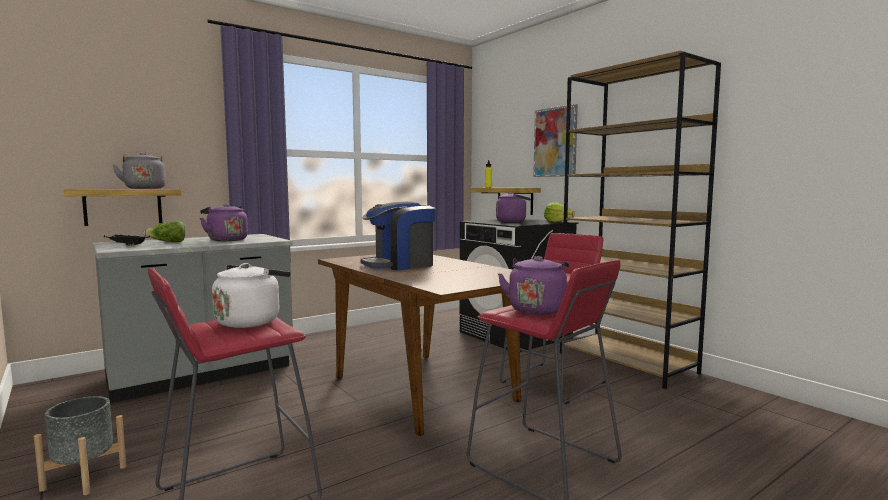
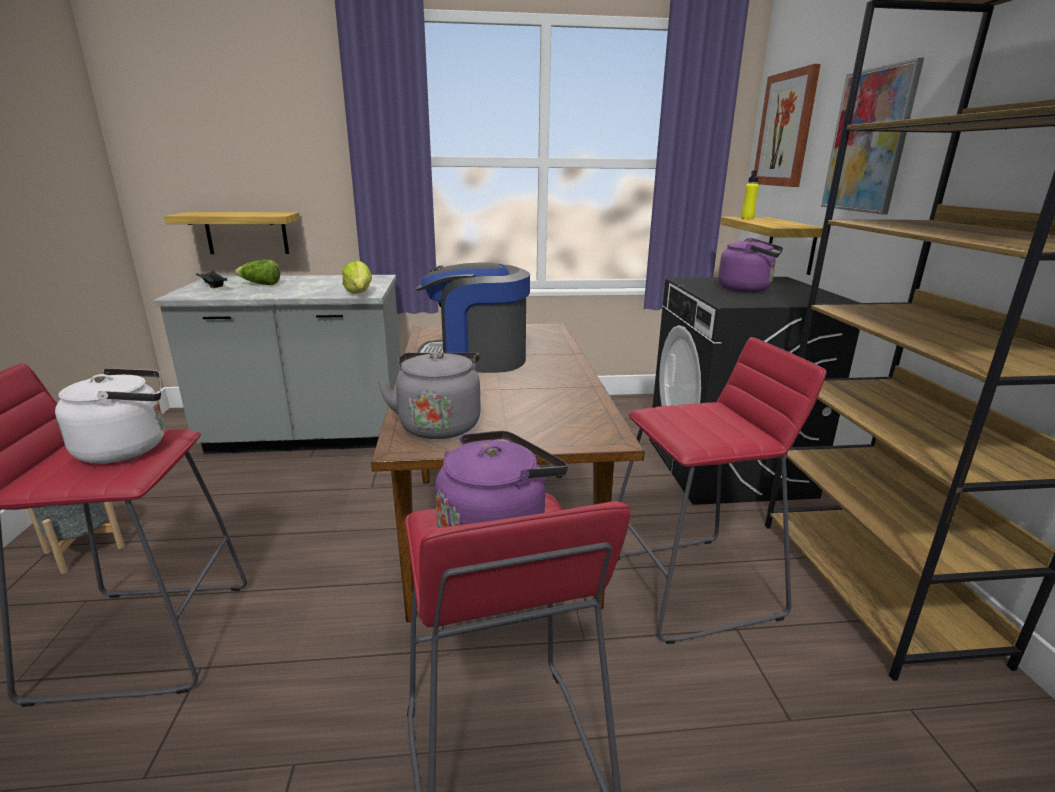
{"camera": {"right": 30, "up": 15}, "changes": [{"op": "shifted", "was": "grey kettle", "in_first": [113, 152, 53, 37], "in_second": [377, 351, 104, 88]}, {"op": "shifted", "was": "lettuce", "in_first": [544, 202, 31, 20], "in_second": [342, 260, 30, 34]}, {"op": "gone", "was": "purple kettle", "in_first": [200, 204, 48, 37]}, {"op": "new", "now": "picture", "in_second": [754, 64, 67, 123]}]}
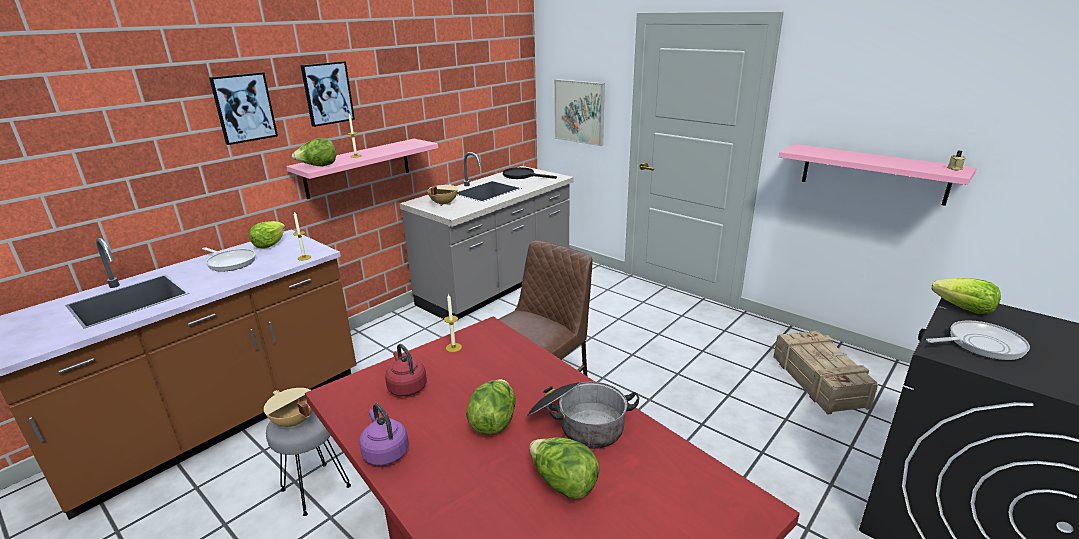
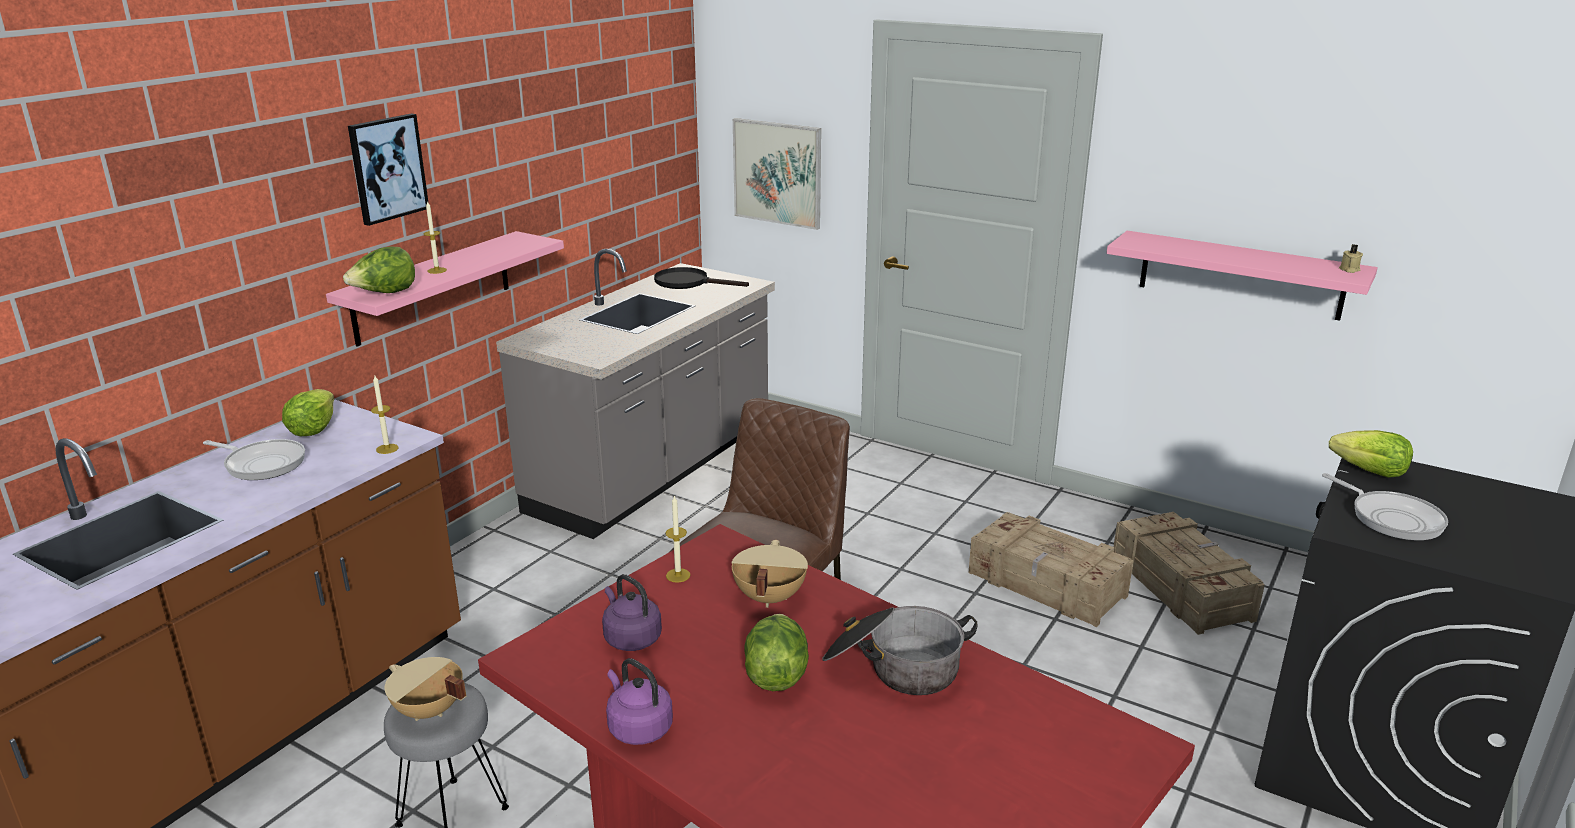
{"camera": {"right": -10, "up": 0}, "changes": [{"op": "gone", "was": "picture", "in_first": [209, 72, 69, 73]}, {"op": "shifted", "was": "beige cooking pot", "in_first": [427, 184, 31, 22], "in_second": [731, 540, 77, 68]}, {"op": "rotated", "was": "frying pan", "in_first": [926, 320, 104, 40], "in_second": [1322, 473, 126, 68], "clockwise": 75}, {"op": "repainted", "was": "red kettle", "now": "purple kettle", "in_first": [385, 344, 42, 52], "in_second": [602, 574, 60, 77]}, {"op": "gone", "was": "lettuce", "in_first": [529, 437, 71, 62]}, {"op": "new", "now": "crate", "in_second": [968, 512, 165, 115]}]}
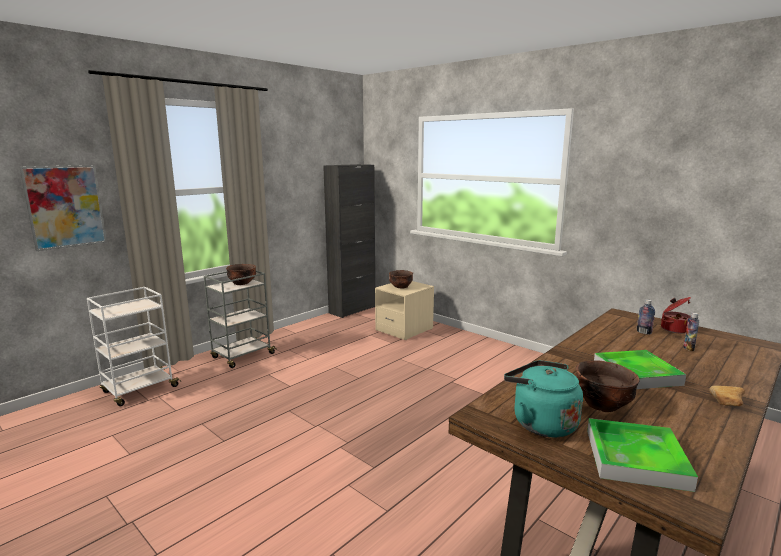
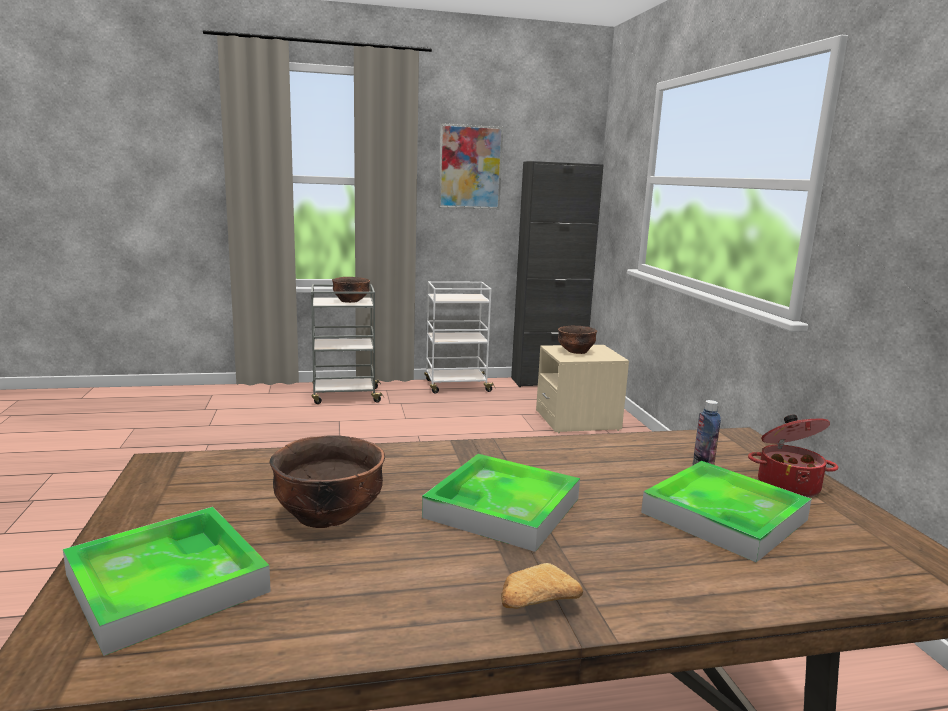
{"camera": {"right": 35, "up": 0}, "changes": [{"op": "shifted", "was": "picture", "in_first": [19, 165, 88, 86], "in_second": [439, 123, 64, 86]}, {"op": "shifted", "was": "white cart", "in_first": [87, 287, 94, 119], "in_second": [424, 281, 71, 112]}, {"op": "swapped", "was": "bottle", "now": "tray", "in_first": [683, 312, 16, 39], "in_second": [641, 461, 171, 101]}, {"op": "gone", "was": "turquoise kettle", "in_first": [504, 360, 79, 78]}]}
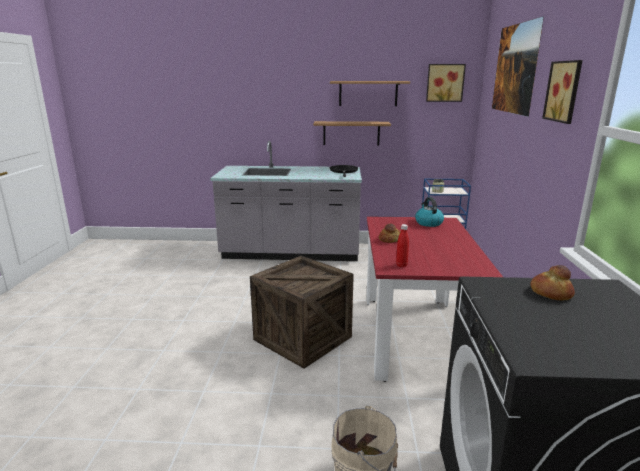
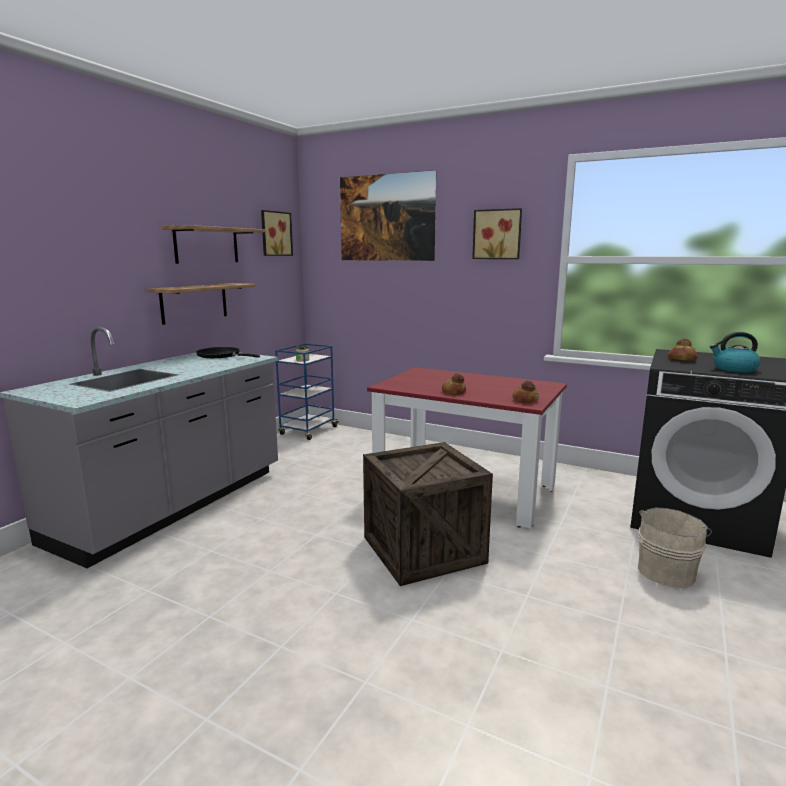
{"camera": {"right": -65, "up": -5}, "changes": [{"op": "shifted", "was": "kettle", "in_first": [415, 197, 29, 30], "in_second": [710, 332, 50, 41]}, {"op": "swapped", "was": "red bottle", "now": "bread", "in_first": [396, 224, 13, 43], "in_second": [512, 380, 27, 23]}]}
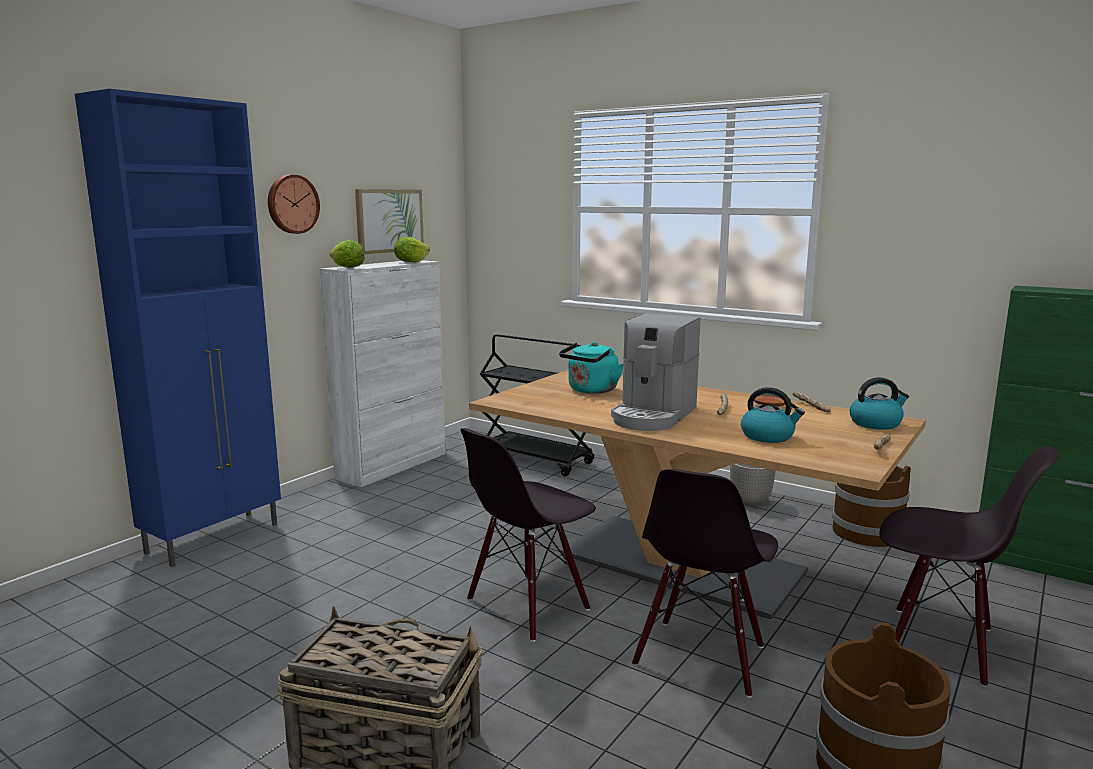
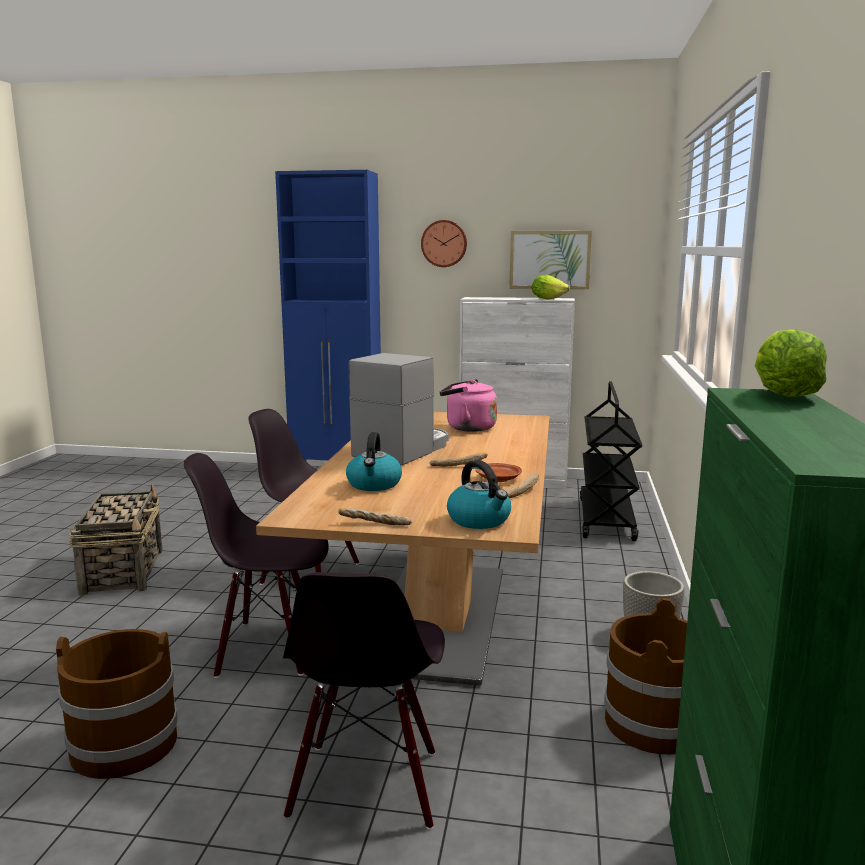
{"camera": {"right": 65, "up": 0}, "changes": [{"op": "shifted", "was": "lettuce", "in_first": [330, 240, 35, 28], "in_second": [755, 329, 72, 68]}, {"op": "rotated", "was": "coffee machine", "in_first": [611, 313, 89, 118], "in_second": [349, 353, 100, 112], "clockwise": 120}, {"op": "repainted", "was": "turquoise kettle", "now": "pink kettle", "in_first": [559, 342, 64, 52], "in_second": [440, 379, 57, 53]}]}
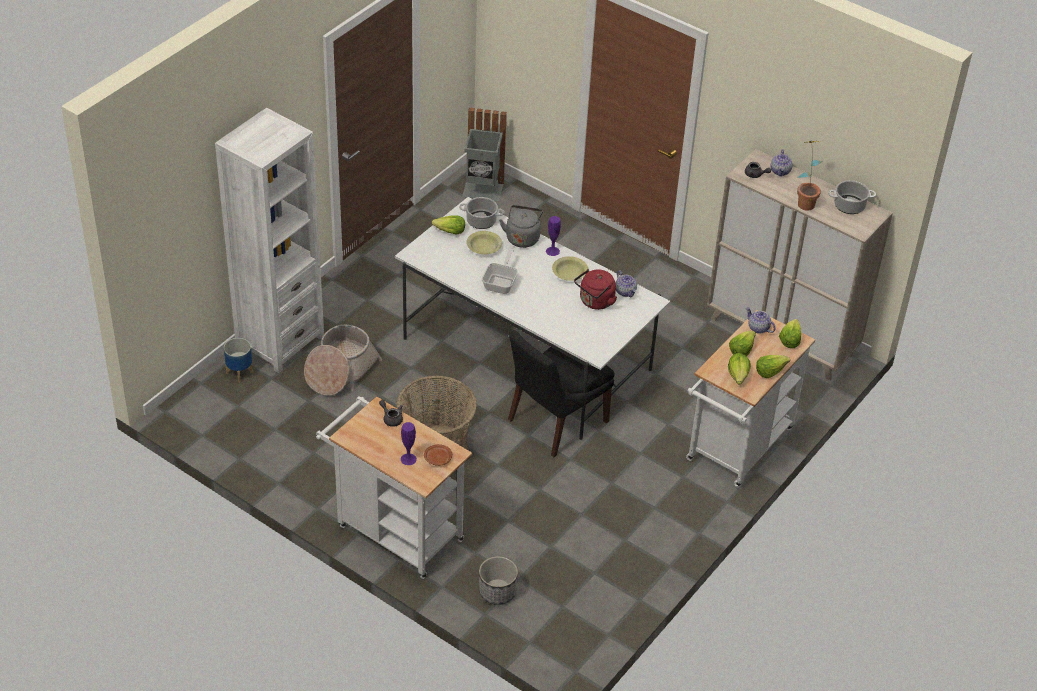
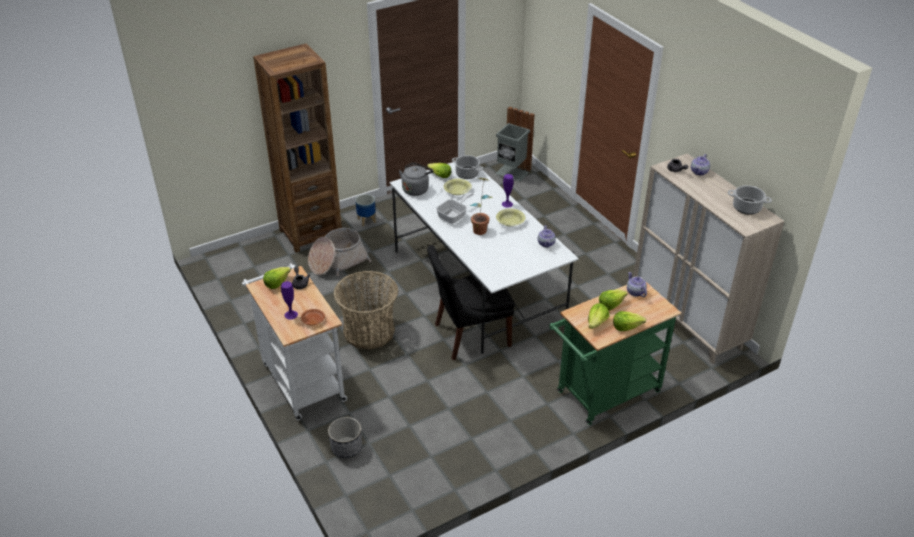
{"camera": {"right": 25, "up": -5}, "changes": [{"op": "repainted", "was": "white bookcase", "now": "brown bookcase", "in_first": [215, 108, 109, 265], "in_second": [253, 44, 89, 209]}, {"op": "shifted", "was": "potted plant", "in_first": [797, 140, 25, 71], "in_second": [469, 178, 24, 57]}, {"op": "shifted", "was": "grey kettle", "in_first": [499, 205, 44, 43], "in_second": [399, 162, 34, 34]}, {"op": "gone", "was": "red kettle", "in_first": [574, 269, 43, 41]}, {"op": "repainted", "was": "white cart", "now": "green cart", "in_first": [686, 310, 129, 178], "in_second": [549, 281, 132, 144]}, {"op": "shifted", "was": "lettuce", "in_first": [779, 319, 22, 29], "in_second": [263, 267, 28, 22]}, {"op": "shifted", "was": "planter", "in_first": [224, 338, 29, 44], "in_second": [355, 194, 21, 32]}]}
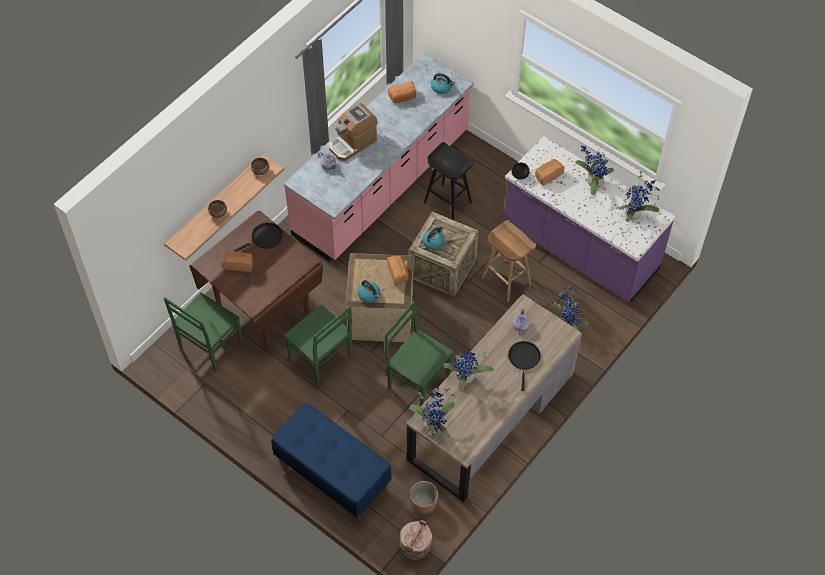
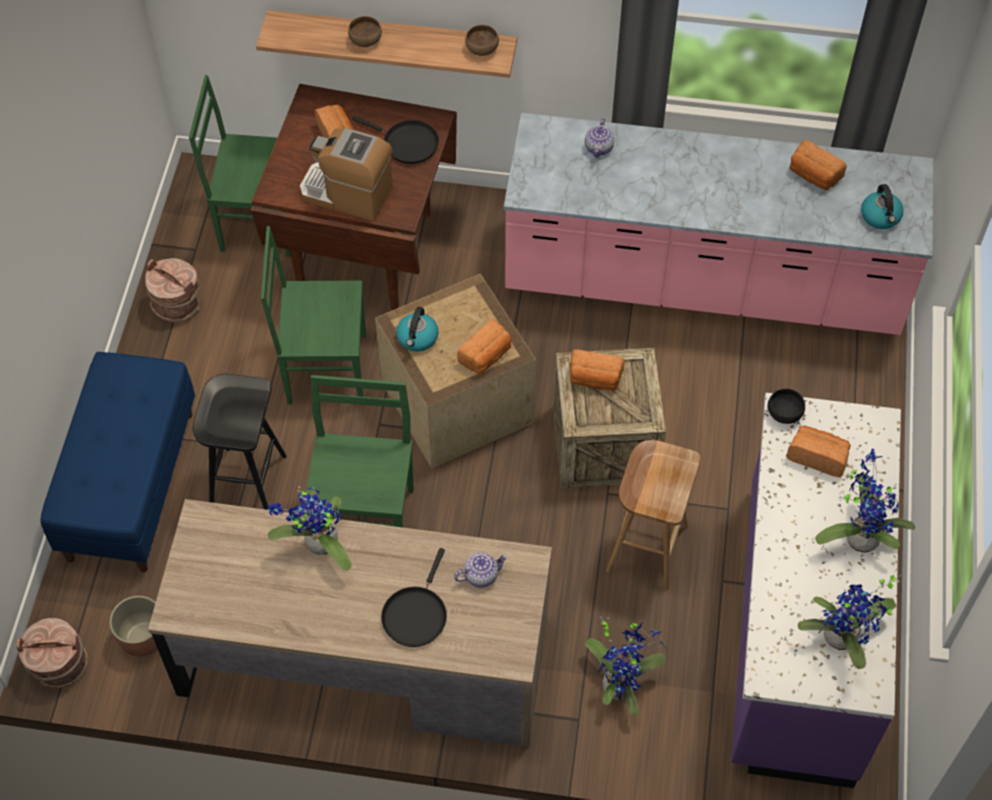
{"camera": {"right": 60, "up": 0}, "changes": [{"op": "shifted", "was": "coffee machine", "in_first": [329, 103, 48, 58], "in_second": [299, 128, 94, 93]}, {"op": "shifted", "was": "black stool", "in_first": [424, 142, 50, 78], "in_second": [193, 374, 94, 136]}, {"op": "swapped", "was": "kettle", "now": "bread", "in_first": [423, 226, 21, 24], "in_second": [570, 349, 55, 41]}, {"op": "rotated", "was": "green chair", "in_first": [284, 304, 68, 82], "in_second": [261, 226, 105, 179], "clockwise": 75}, {"op": "rotated", "was": "black frying pan", "in_first": [508, 341, 33, 50], "in_second": [381, 548, 66, 99], "clockwise": 135}, {"op": "gone", "was": "potted plant", "in_first": [409, 386, 46, 52]}, {"op": "new", "now": "brown bucket", "in_second": [145, 258, 55, 65]}]}
